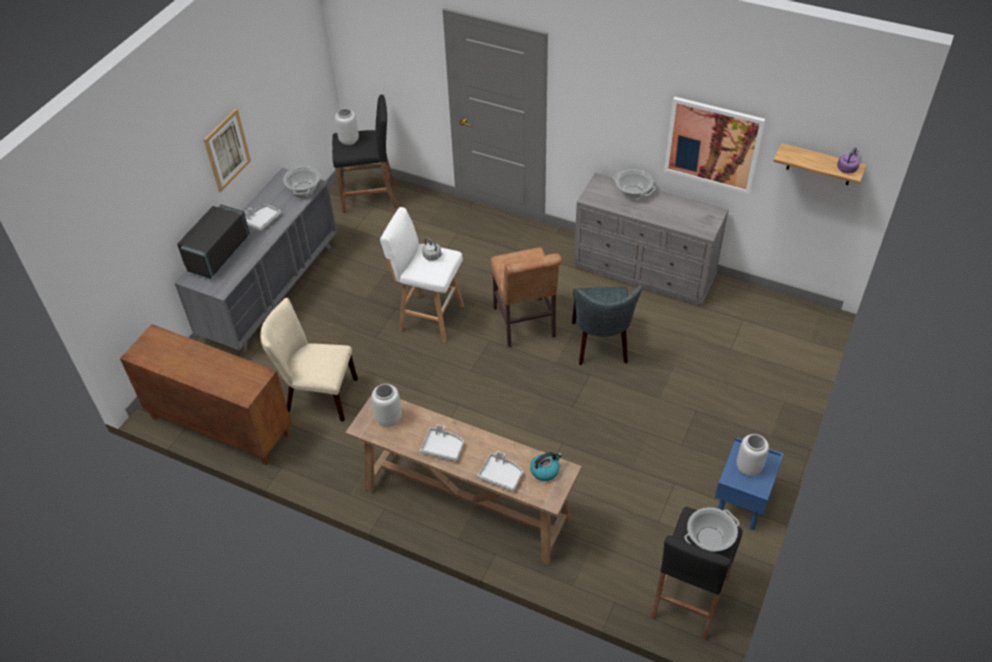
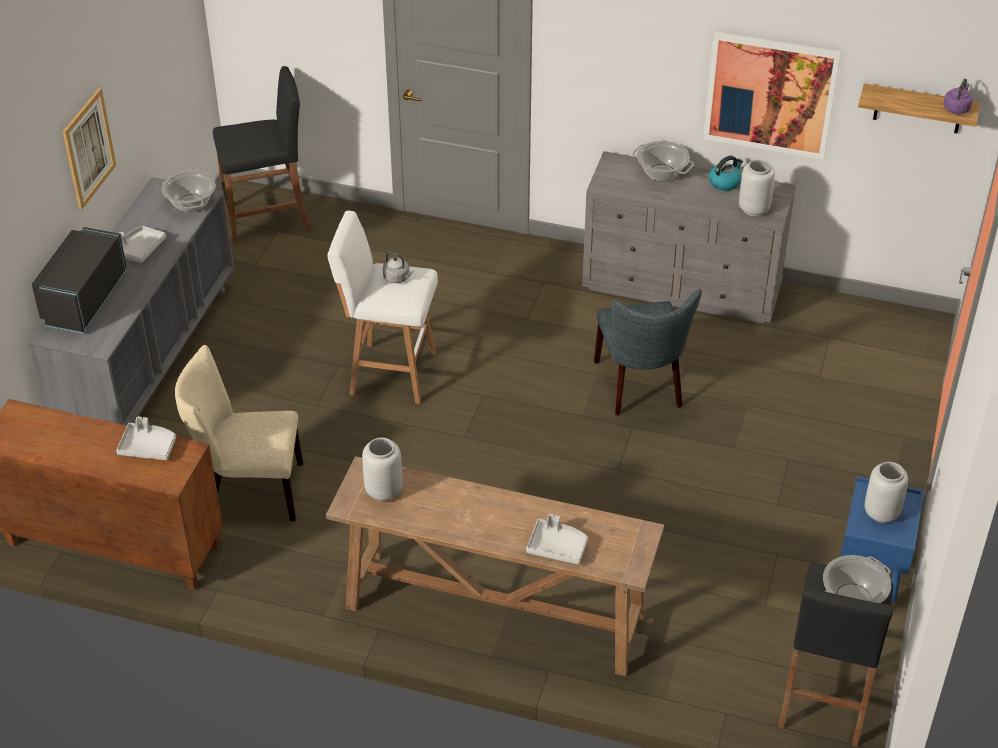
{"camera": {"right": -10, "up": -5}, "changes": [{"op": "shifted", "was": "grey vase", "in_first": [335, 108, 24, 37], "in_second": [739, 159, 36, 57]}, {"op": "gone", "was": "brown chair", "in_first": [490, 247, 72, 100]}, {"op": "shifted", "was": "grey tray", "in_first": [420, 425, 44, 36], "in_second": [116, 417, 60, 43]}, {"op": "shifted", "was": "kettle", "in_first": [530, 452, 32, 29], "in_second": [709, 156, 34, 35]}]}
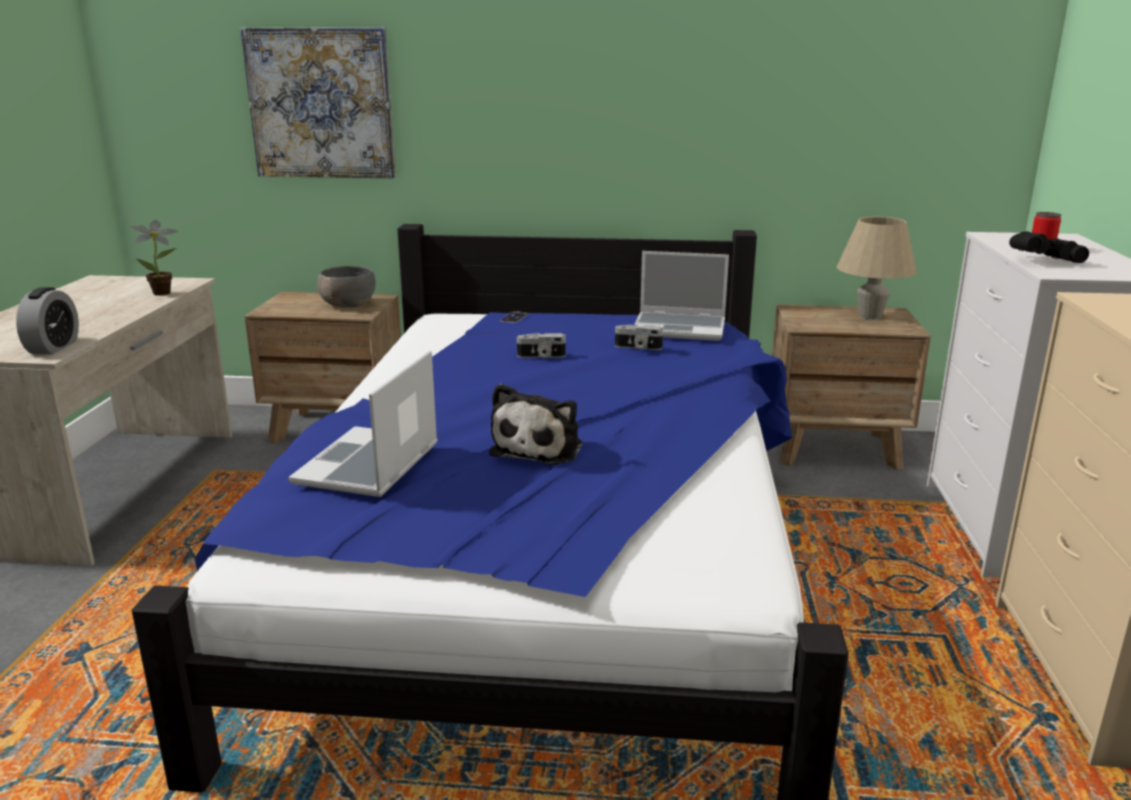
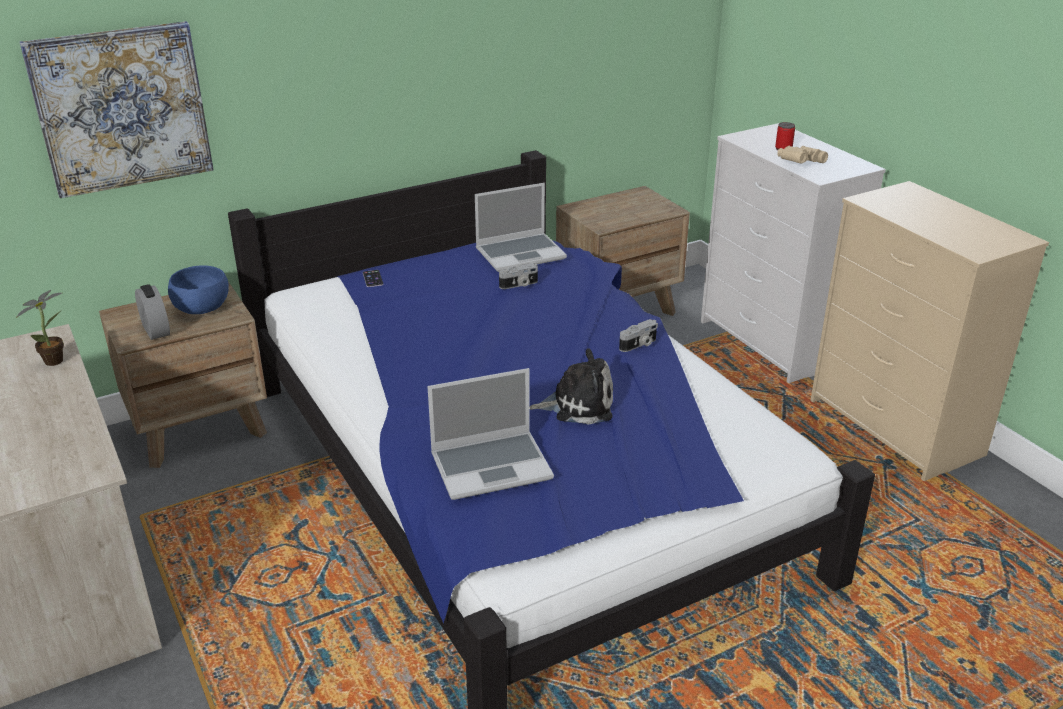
{"camera": {"right": -35, "up": 10}, "changes": [{"op": "gone", "was": "beige table lamp", "in_first": [836, 217, 81, 103]}, {"op": "repainted", "was": "black binoculars", "now": "beige binoculars", "in_first": [1009, 231, 80, 32], "in_second": [777, 146, 51, 18]}, {"op": "repainted", "was": "grey bowl", "now": "blue bowl", "in_first": [317, 266, 59, 41], "in_second": [168, 265, 61, 49]}, {"op": "shifted", "was": "alarm clock", "in_first": [16, 287, 63, 67], "in_second": [135, 284, 35, 56]}, {"op": "shifted", "was": "photo camera", "in_first": [517, 333, 49, 25], "in_second": [619, 319, 39, 33]}, {"op": "rotated", "was": "laptop", "in_first": [288, 350, 150, 147], "in_second": [427, 368, 127, 132], "clockwise": -90}, {"op": "rotated", "was": "plush toy", "in_first": [489, 383, 93, 82], "in_second": [530, 348, 83, 77], "clockwise": -75}]}
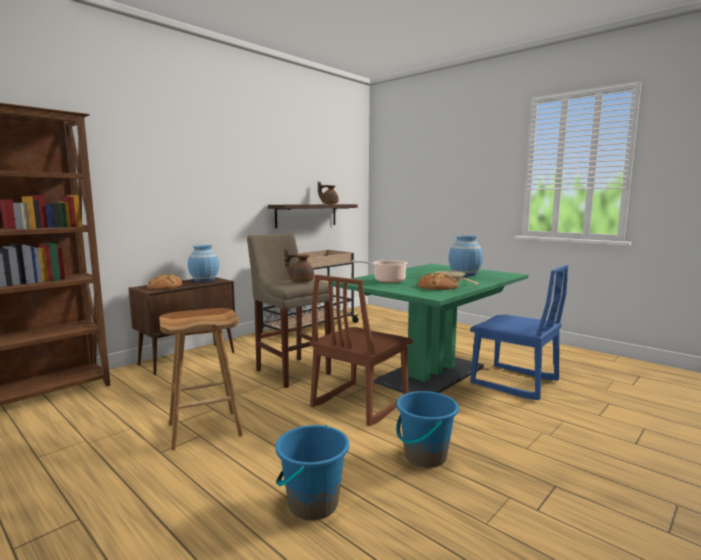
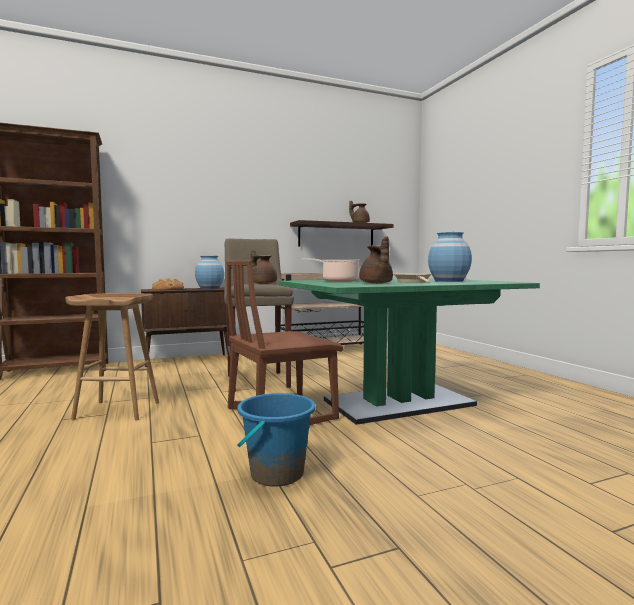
{"camera": {"right": 25, "up": -5}, "changes": [{"op": "gone", "was": "blue chair", "in_first": [470, 265, 99, 135]}, {"op": "swapped", "was": "bread", "now": "brown teapot", "in_first": [418, 272, 40, 18], "in_second": [359, 236, 34, 48]}, {"op": "gone", "was": "blue bucket", "in_first": [275, 425, 74, 95]}]}
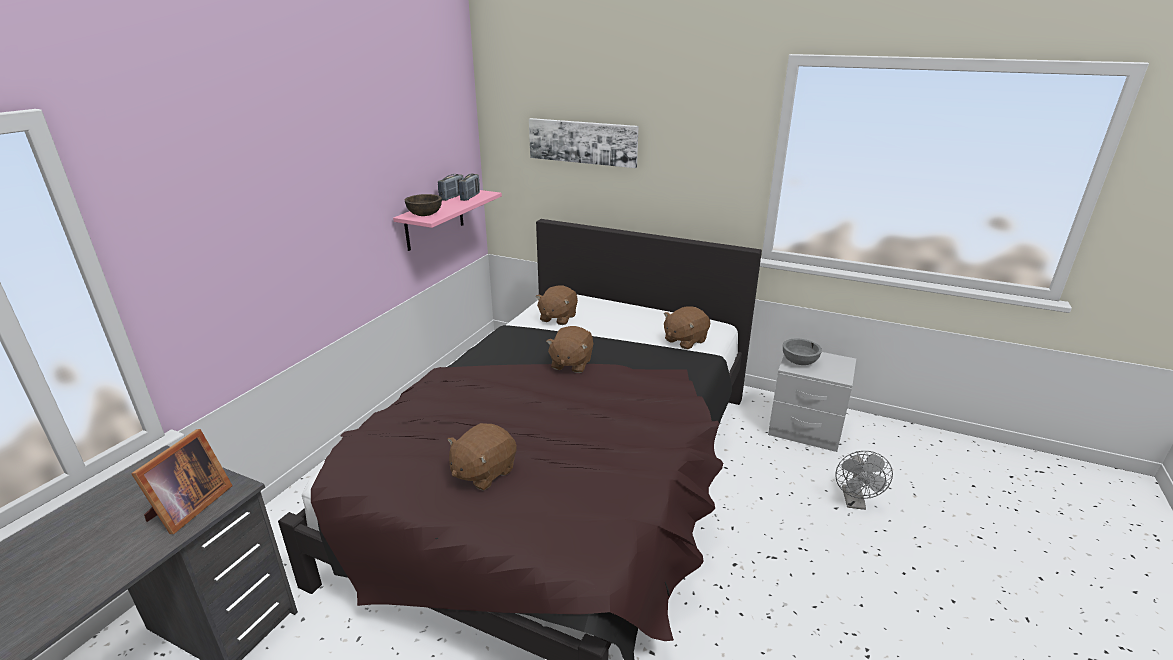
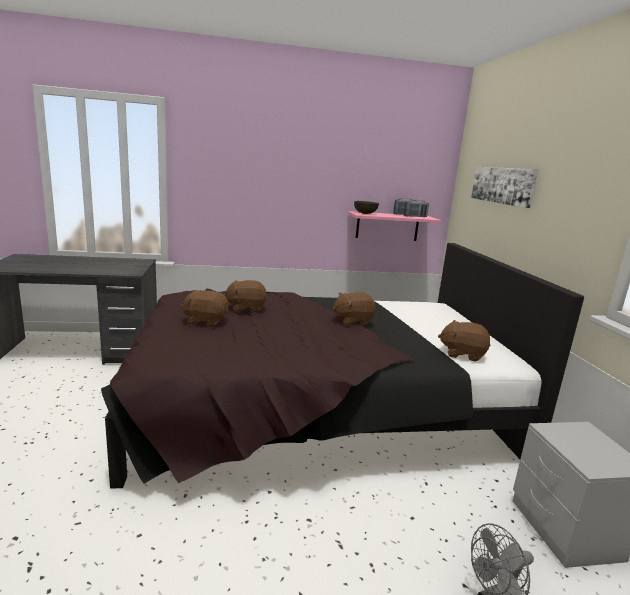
{"camera": {"right": 55, "up": -10}, "changes": [{"op": "shifted", "was": "brown plush toy", "in_first": [536, 285, 42, 40], "in_second": [223, 280, 44, 33]}, {"op": "gone", "was": "grey bowl", "in_first": [783, 339, 39, 26]}, {"op": "gone", "was": "picture frame", "in_first": [131, 429, 102, 105]}]}
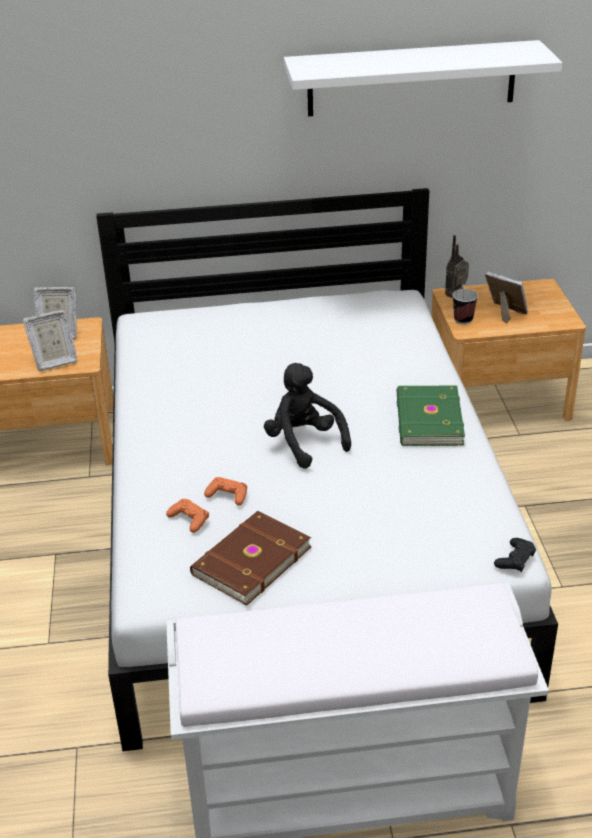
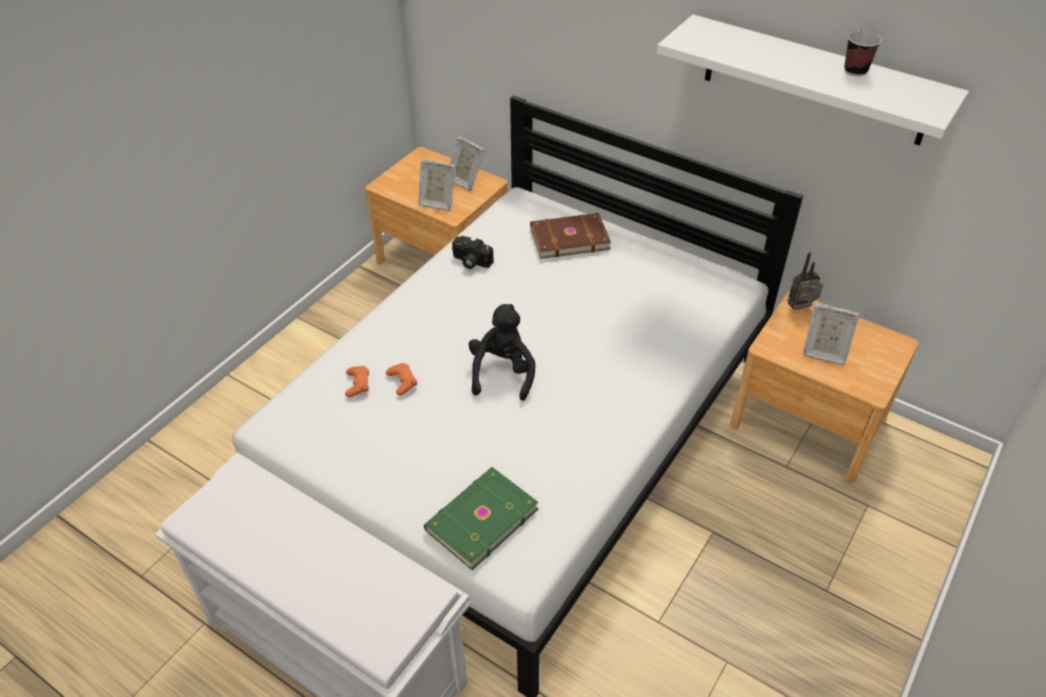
{"camera": {"right": 40, "up": 10}, "changes": [{"op": "rotated", "was": "picture frame", "in_first": [485, 272, 43, 52], "in_second": [803, 303, 56, 62], "clockwise": 120}, {"op": "shifted", "was": "cup", "in_first": [452, 289, 26, 35], "in_second": [844, 31, 37, 46]}, {"op": "shifted", "was": "green book", "in_first": [397, 386, 68, 60], "in_second": [424, 467, 115, 103]}, {"op": "shifted", "was": "brown book", "in_first": [190, 511, 121, 95], "in_second": [530, 213, 81, 46]}, {"op": "gone", "was": "black game controller", "in_first": [494, 538, 42, 34]}, {"op": "new", "now": "photo camera", "in_second": [452, 236, 42, 33]}]}
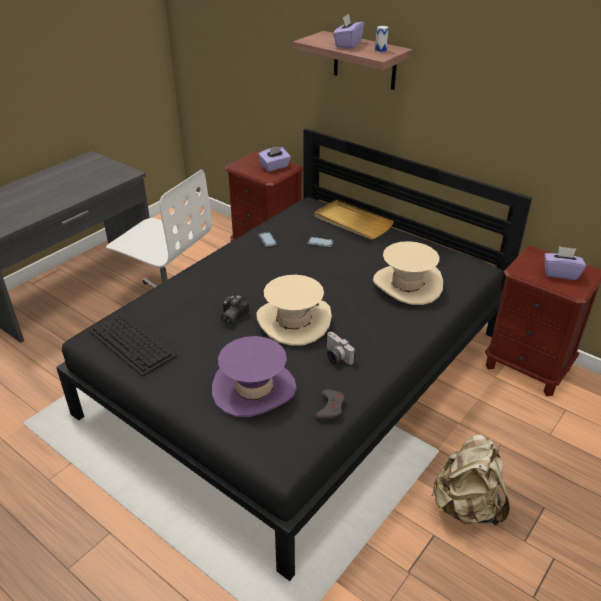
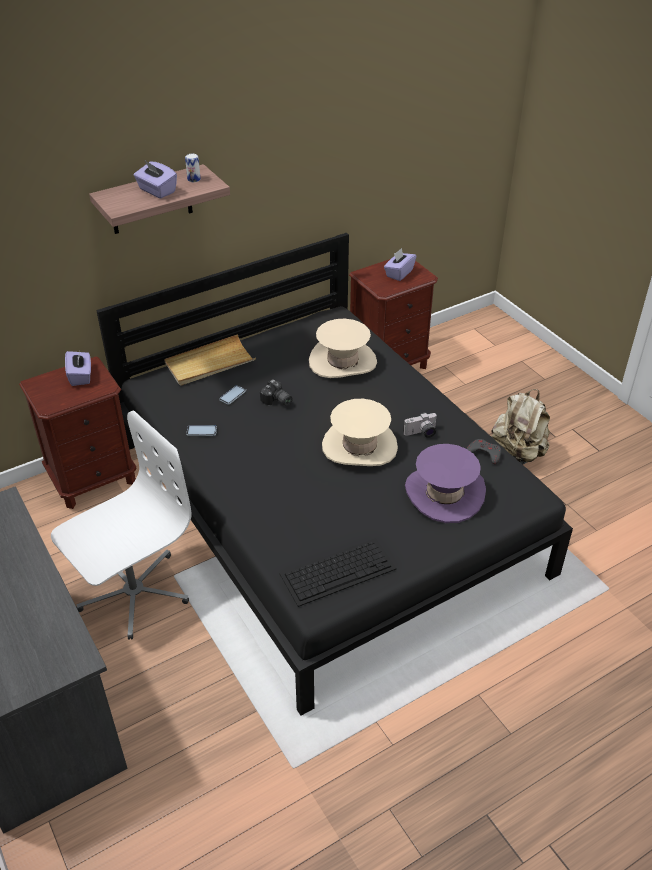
{"camera": {"right": -70, "up": 5}, "changes": [{"op": "shifted", "was": "photo camera", "in_first": [221, 295, 28, 29], "in_second": [260, 379, 33, 27]}]}
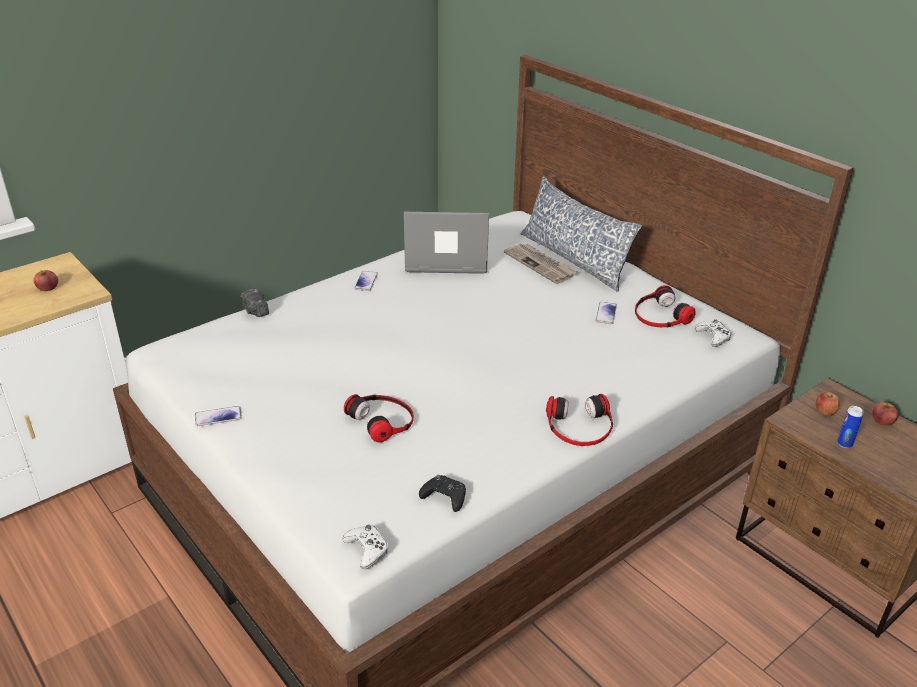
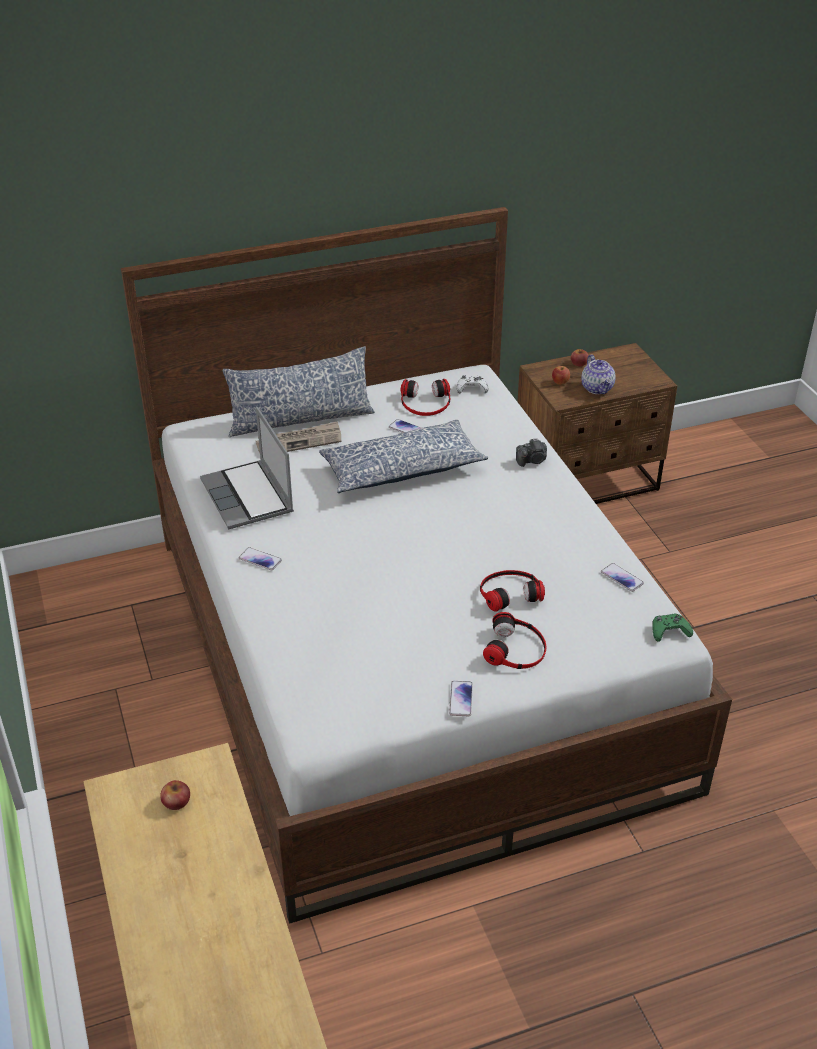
{"camera": {"right": -70, "up": 5}, "changes": [{"op": "rotated", "was": "laptop", "in_first": [404, 212, 85, 62], "in_second": [200, 406, 94, 124], "clockwise": -45}, {"op": "shifted", "was": "photo camera", "in_first": [240, 288, 29, 29], "in_second": [516, 438, 31, 29]}, {"op": "shifted", "was": "headphones", "in_first": [546, 394, 67, 52], "in_second": [483, 612, 63, 57]}, {"op": "swapped", "was": "can", "now": "teapot", "in_first": [837, 406, 27, 42], "in_second": [581, 354, 35, 40]}, {"op": "swapped", "was": "black game controller", "now": "phone", "in_first": [419, 475, 47, 37], "in_second": [601, 563, 43, 29]}, {"op": "repainted", "was": "white game controller", "now": "green game controller", "in_first": [343, 525, 45, 44], "in_second": [653, 614, 40, 28]}, {"op": "new", "now": "pillow", "in_second": [319, 420, 169, 73]}]}
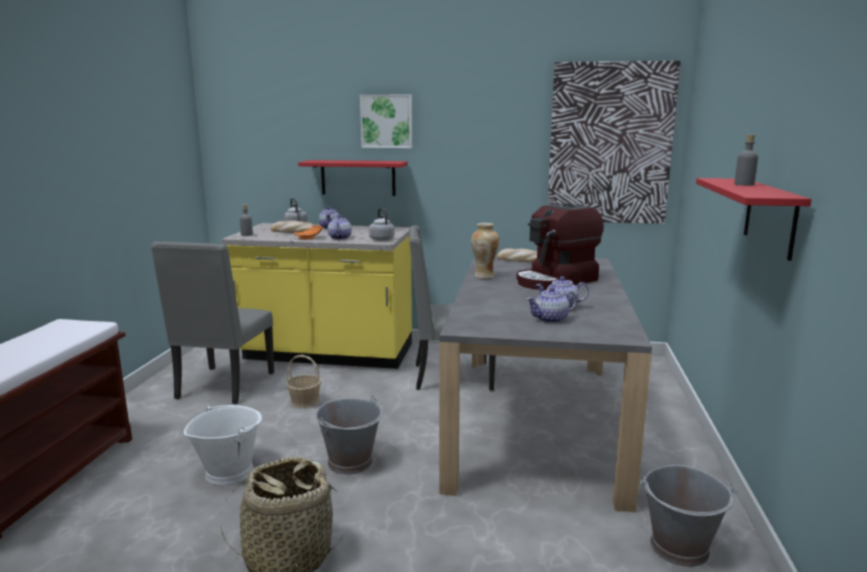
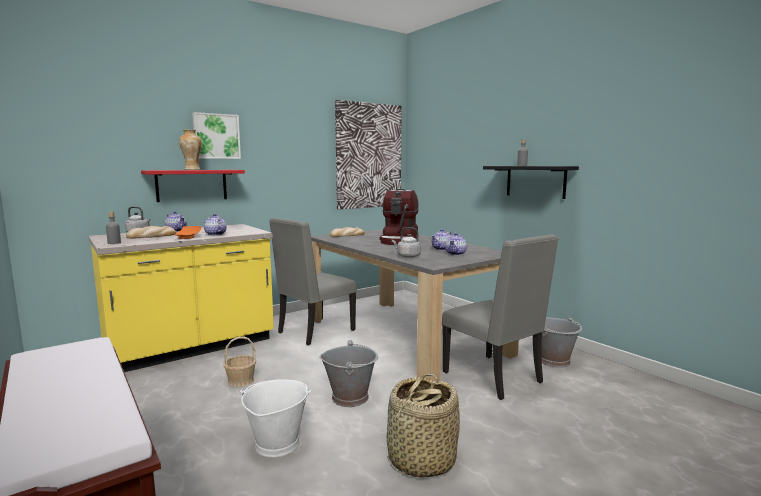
{"camera": {"right": -45, "up": -5}, "changes": [{"op": "repainted", "was": "red shelf", "now": "black shelf", "in_first": [696, 178, 115, 83], "in_second": [483, 166, 96, 33]}, {"op": "shifted", "was": "grey kettle", "in_first": [369, 208, 26, 33], "in_second": [392, 227, 29, 31]}, {"op": "shifted", "was": "vase", "in_first": [471, 223, 29, 56], "in_second": [179, 130, 23, 40]}, {"op": "shifted", "was": "grey chair", "in_first": [151, 241, 123, 163], "in_second": [442, 234, 116, 166]}]}
